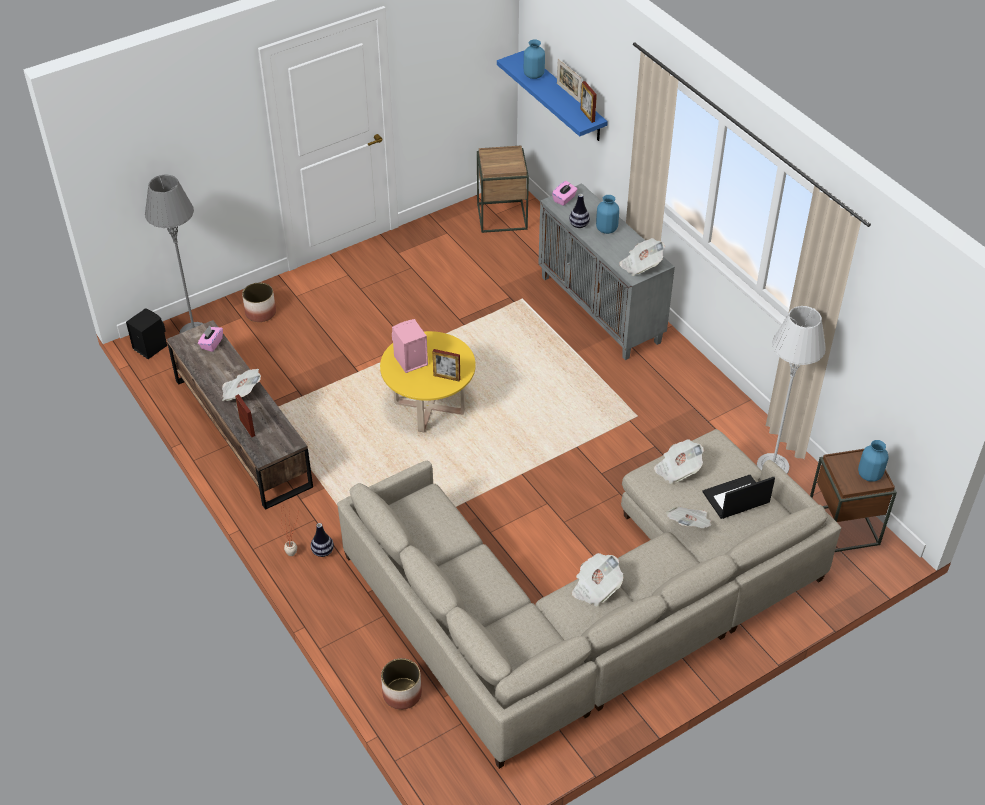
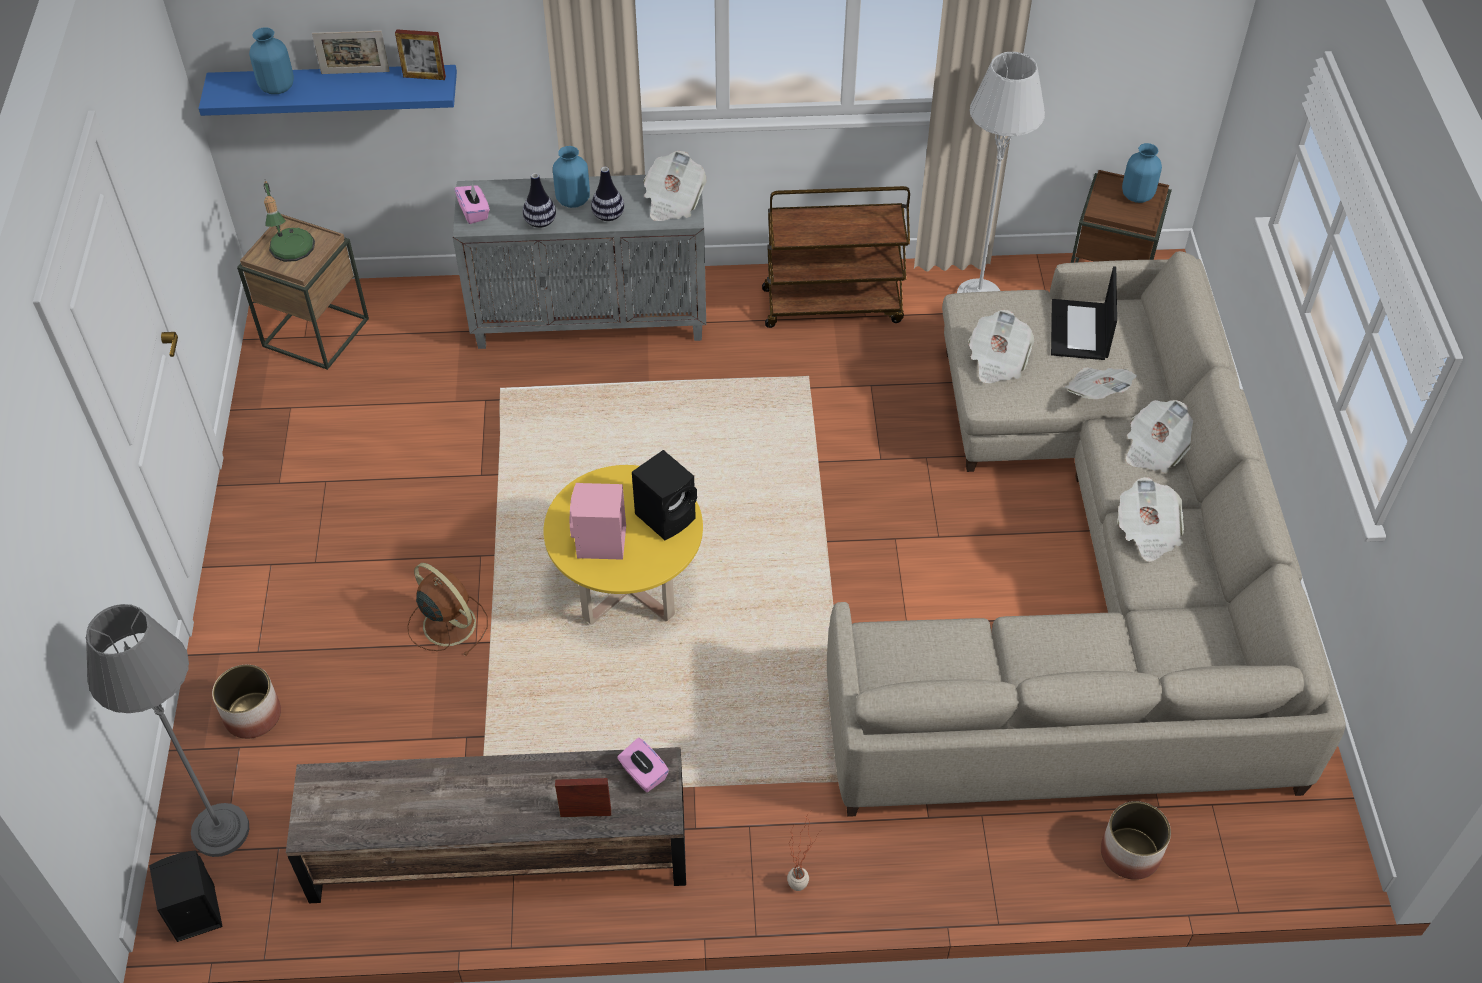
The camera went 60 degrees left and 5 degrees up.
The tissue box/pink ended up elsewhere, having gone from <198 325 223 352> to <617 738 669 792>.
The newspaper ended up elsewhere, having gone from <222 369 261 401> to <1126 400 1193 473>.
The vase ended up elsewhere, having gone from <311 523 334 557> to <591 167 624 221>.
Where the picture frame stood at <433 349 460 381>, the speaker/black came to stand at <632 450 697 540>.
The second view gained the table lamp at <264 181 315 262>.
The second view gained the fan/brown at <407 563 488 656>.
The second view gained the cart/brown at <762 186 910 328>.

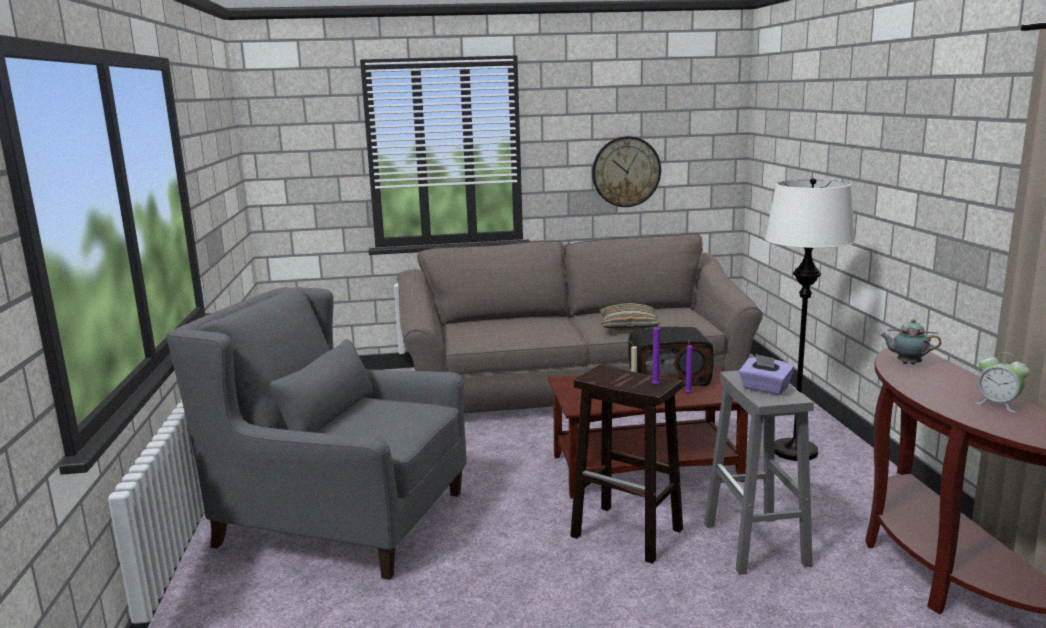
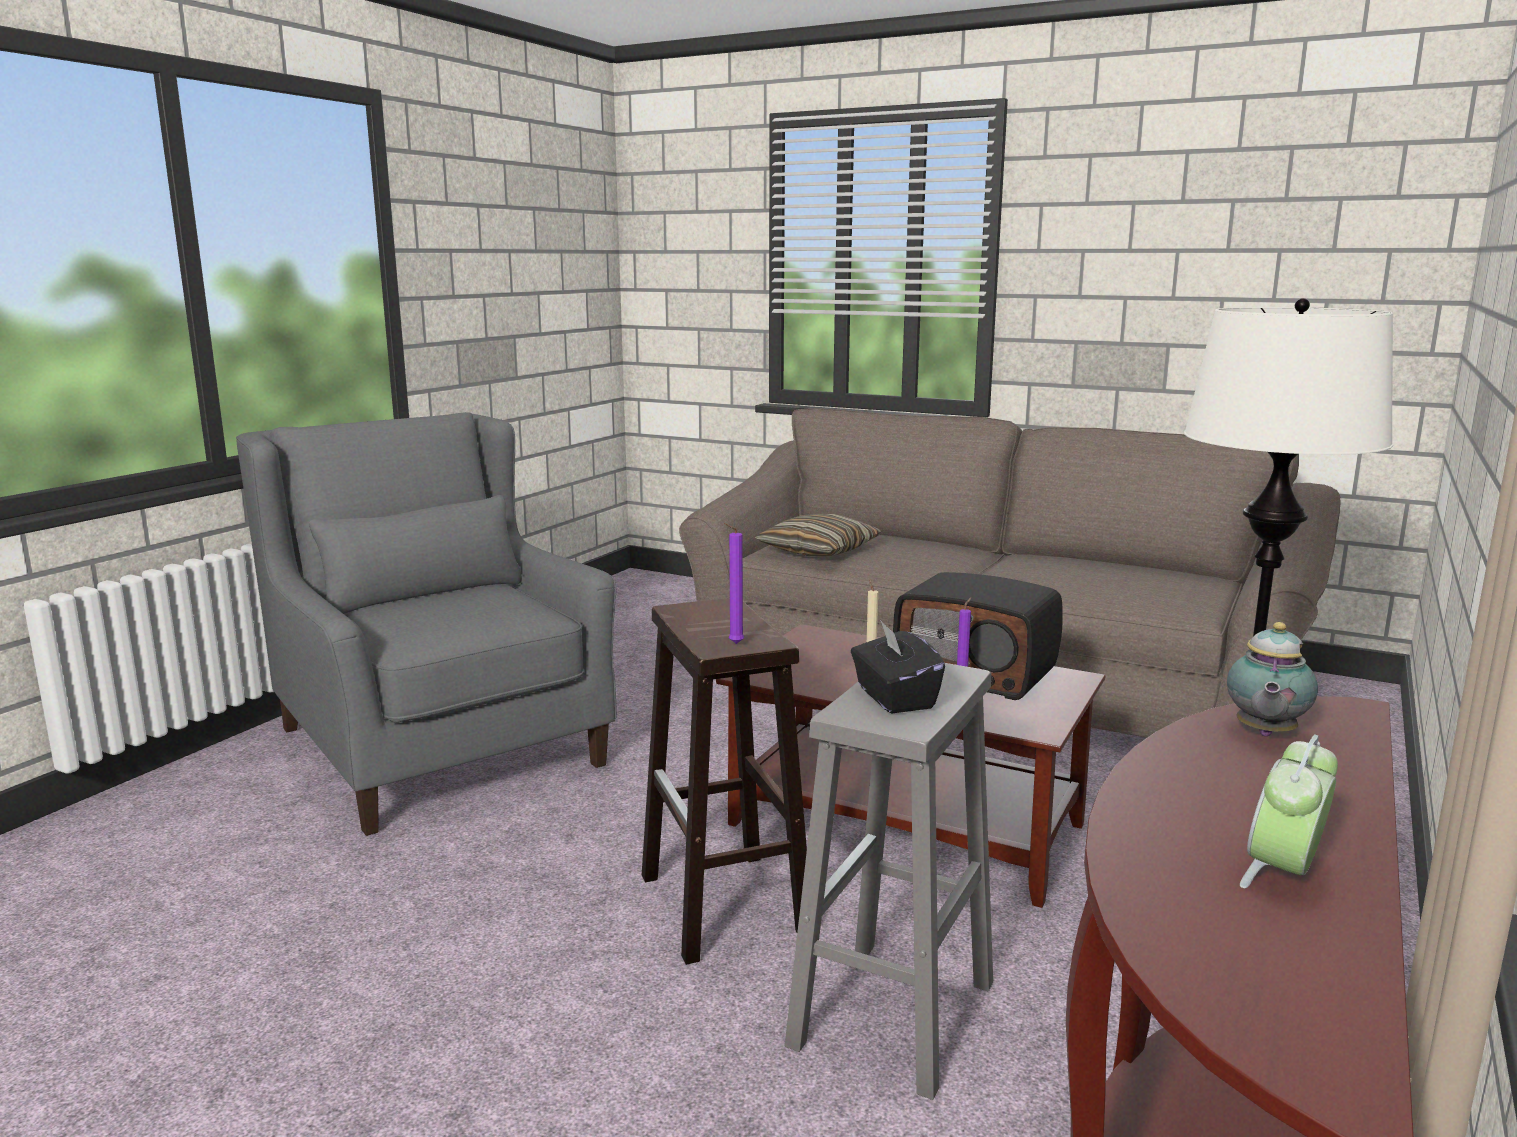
The camera went 35 degrees right and 0 degrees up.
The second view lost the wall clock at <592 136 661 207>.
The pillow ended up elsewhere, having gone from <599 303 660 330> to <755 514 881 556>.
What was the tissue box/purple at <739 354 794 395> turned into the tissue box/black at <851 620 945 714>.
The teapot at <880 319 942 365> ended up facing another way, 120 degrees counterclockwise from before.
The alarm clock at <975 352 1029 413> ended up facing another way, 45 degrees clockwise from before.

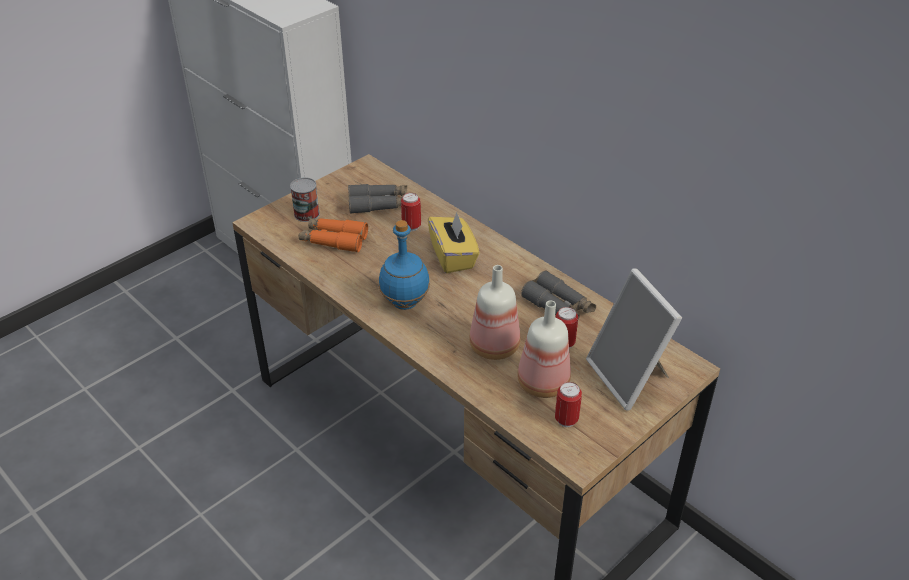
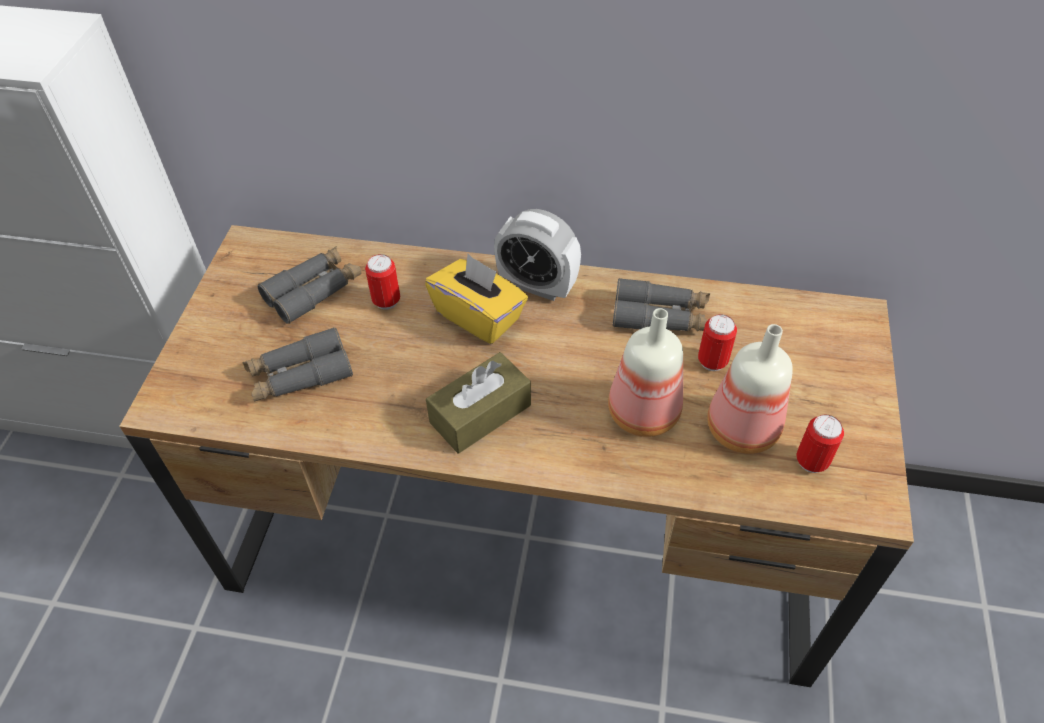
The camera went 35 degrees left and 10 degrees up.
The second view lost the can at <290 177 320 222>.
What was the binoculars/orange at <299 218 368 252> turned into the binoculars/grey at <242 327 353 402>.
Where the bottle/blue stood at <379 220 430 310>, the tissue box/brown came to stand at <426 352 531 453>.
The second view lost the picture frame at <586 268 682 411>.
The second view gained the alarm clock at <494 209 581 301>.

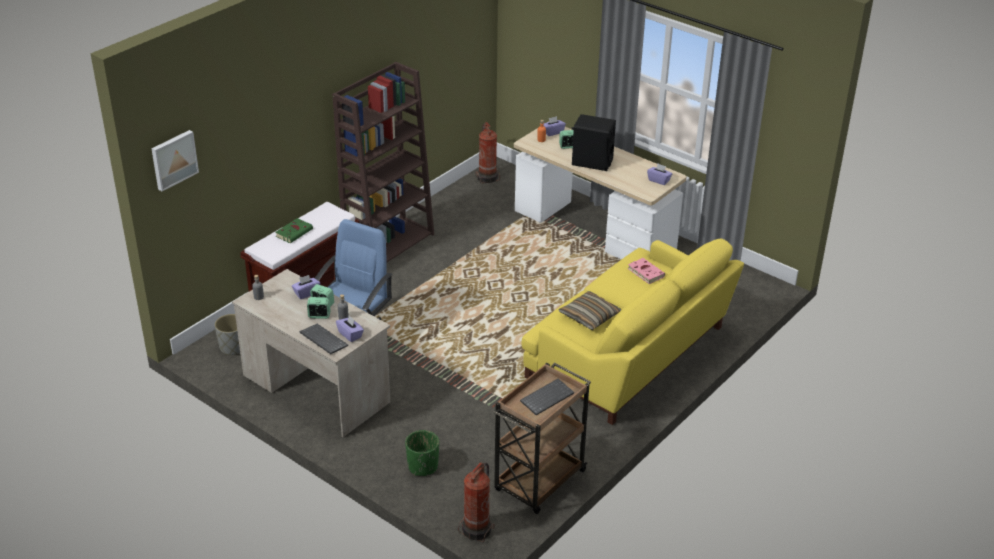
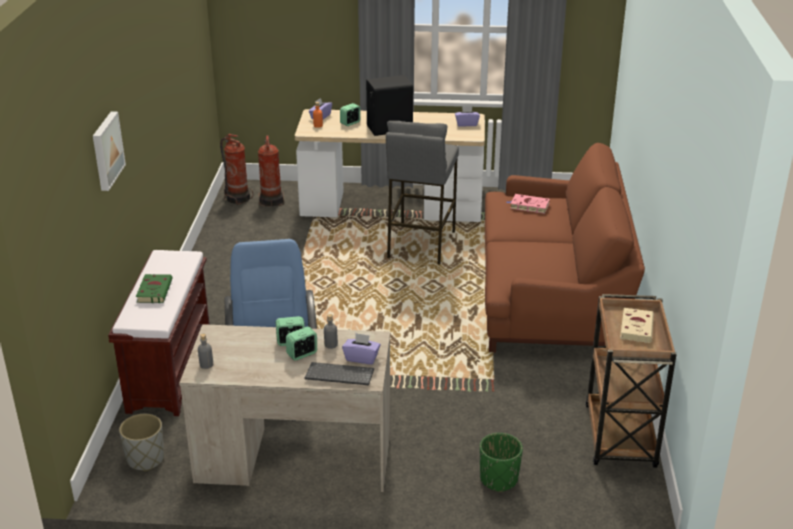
The camera went 35 degrees left and 5 degrees down.
The picture ended up elsewhere, having gone from <151 130 199 191> to <93 111 126 191>.
The second view lost the tissue box/purple at <292 275 320 299>.
The second view lost the bookcase/brown at <332 62 434 262>.
The fire extinguisher ended up elsewhere, having gone from <458 462 495 542> to <258 136 284 206>.
Where the keyboard stood at <520 379 574 415>, the book/beige came to stand at <620 308 654 343>.
What was the sofa/yellow at <522 239 744 425> turned into the sofa/brown at <485 143 645 353>.
The second view lost the pillow at <559 291 621 330>.
The second view gained the stool/grey at <386 121 459 265>.

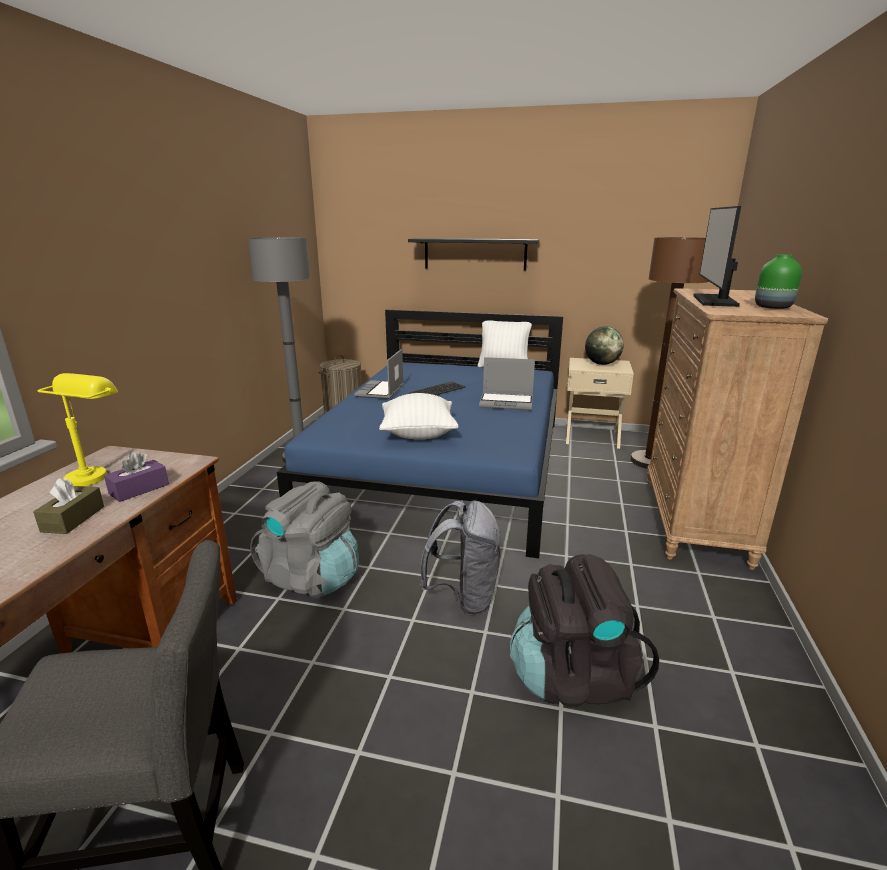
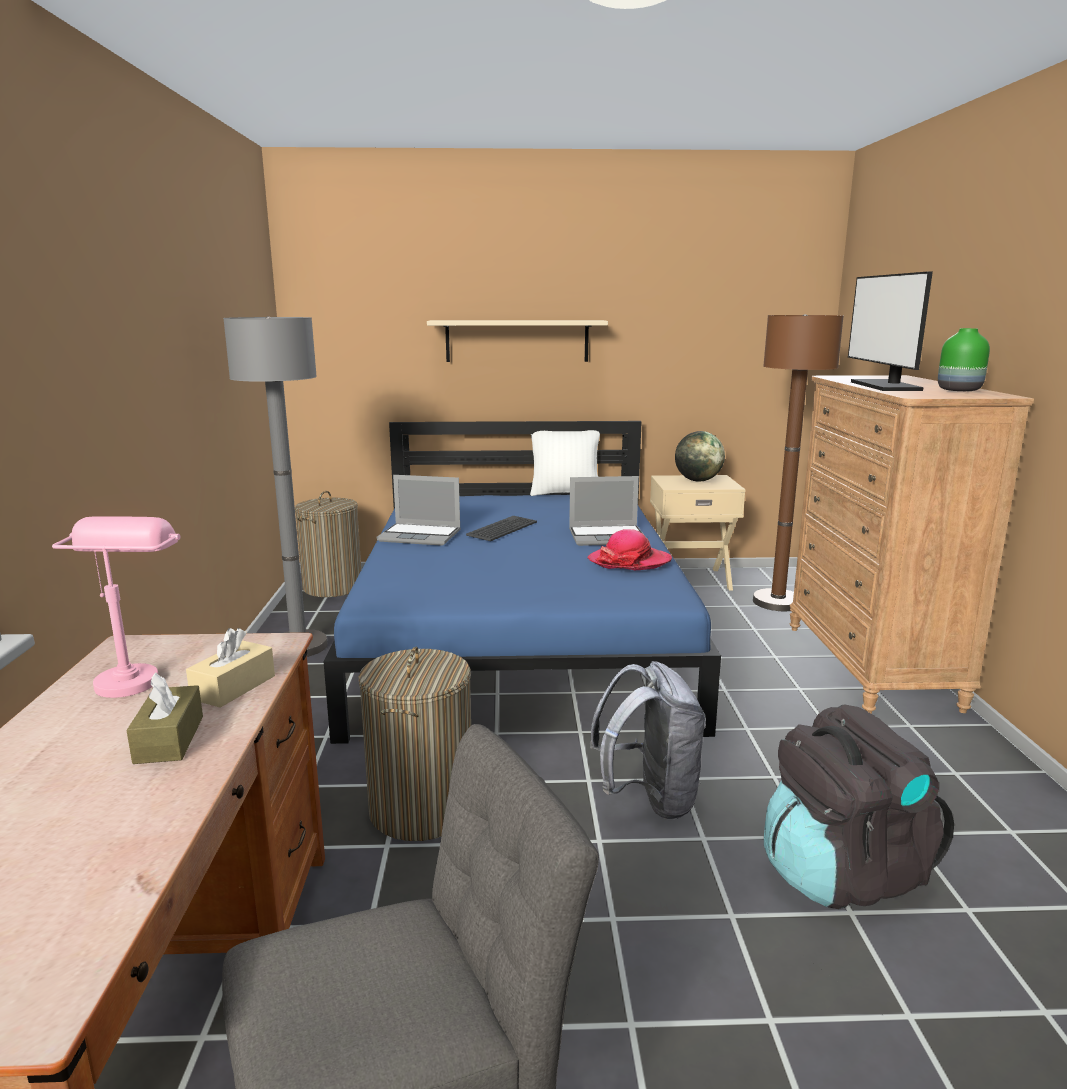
The camera went 15 degrees left and 5 degrees down.
What was the table lamp/yellow at <38 373 118 486> turned into the table lamp/pink at <52 516 180 698>.
What was the tissue box/purple at <104 452 169 502> turned into the tissue box/beige at <186 628 275 708>.
Where the backpack/grey stood at <250 481 359 598>, the laundry basket came to stand at <358 647 471 841>.
The laptop at <354 349 404 399> ended up facing another way, 75 degrees counterclockwise from before.
The second view lost the pillow/white at <379 393 459 439>.
What was the shelf/black at <408 238 539 270> turned into the shelf/beige at <427 320 608 362>.
The second view gained the hat at <588 529 672 570>.

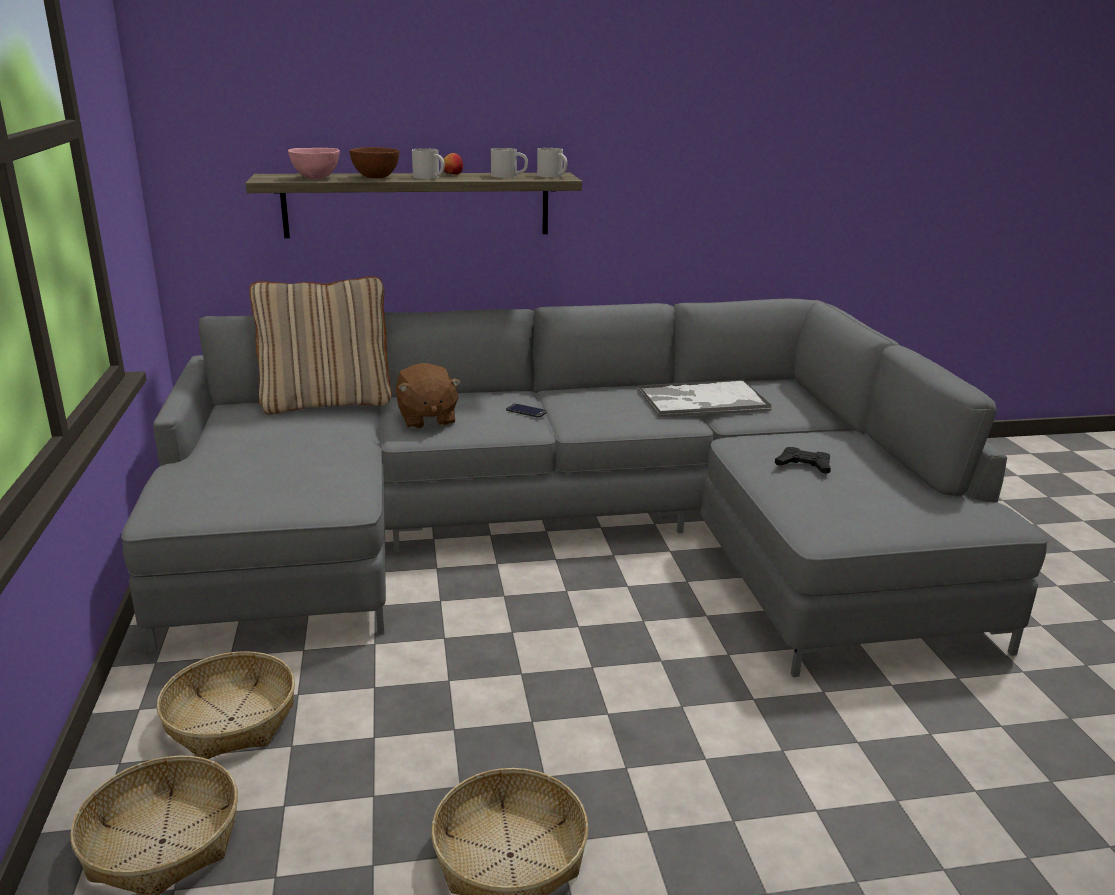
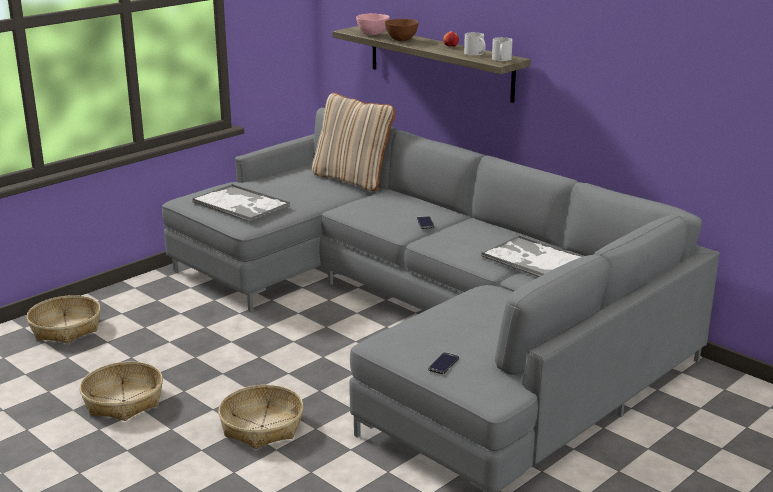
The camera went 55 degrees right and 0 degrees up.
The basket ended up elsewhere, having gone from <157 651 295 759> to <218 385 304 449>.
The second view lost the plush toy/brown at <396 363 461 429>.
The second view lost the mug/white at <412 148 445 179>.
The second view lost the game controller/black at <775 447 831 474>.
The second view gained the tray at <192 184 290 222>.
The second view gained the phone at <428 352 459 374>.

